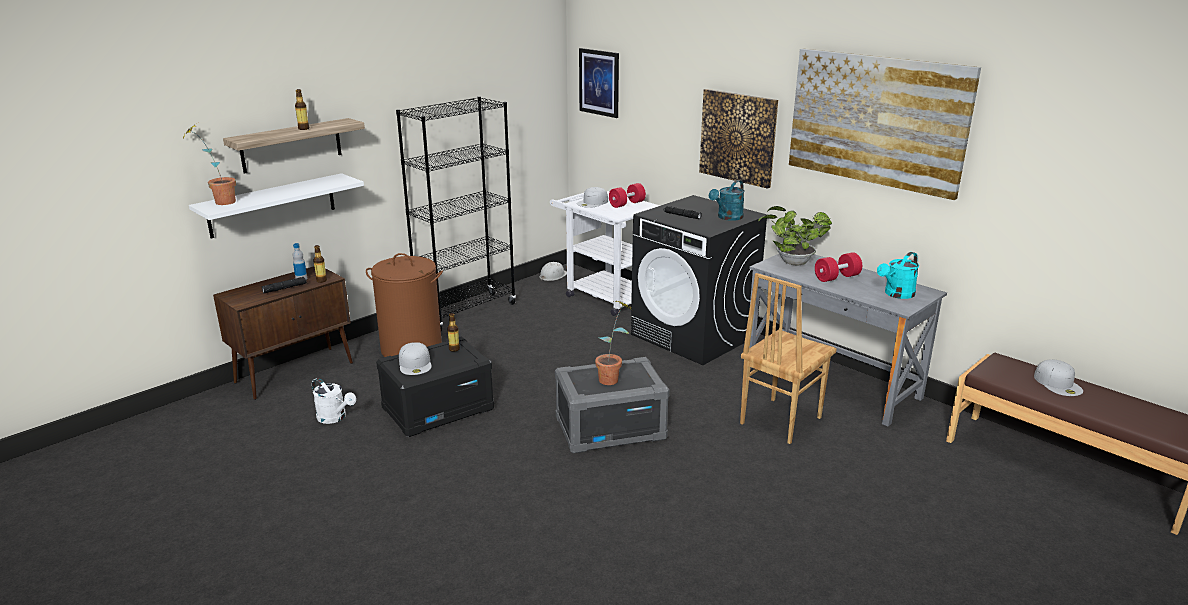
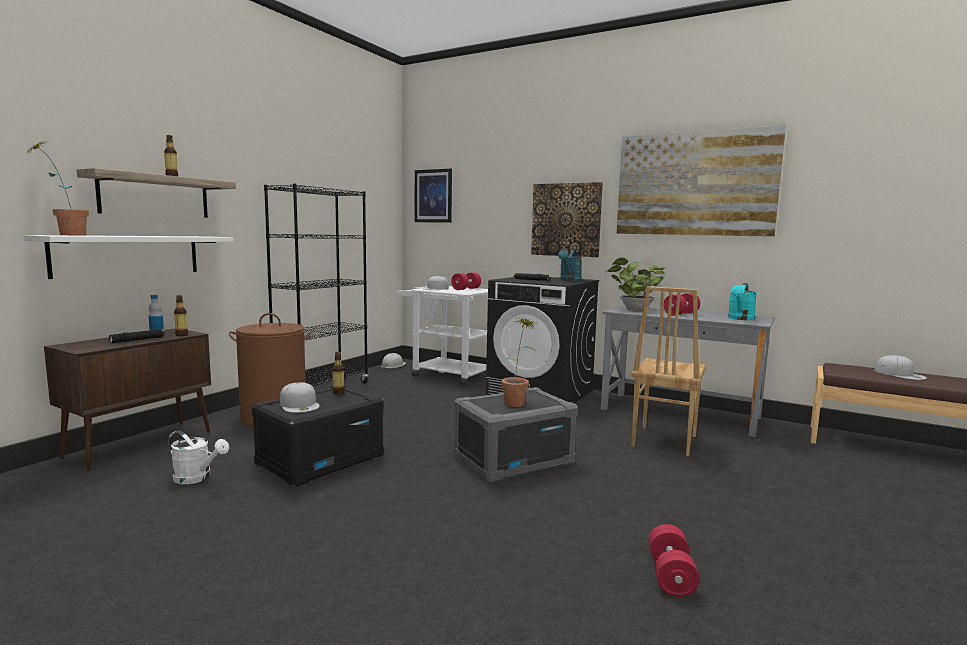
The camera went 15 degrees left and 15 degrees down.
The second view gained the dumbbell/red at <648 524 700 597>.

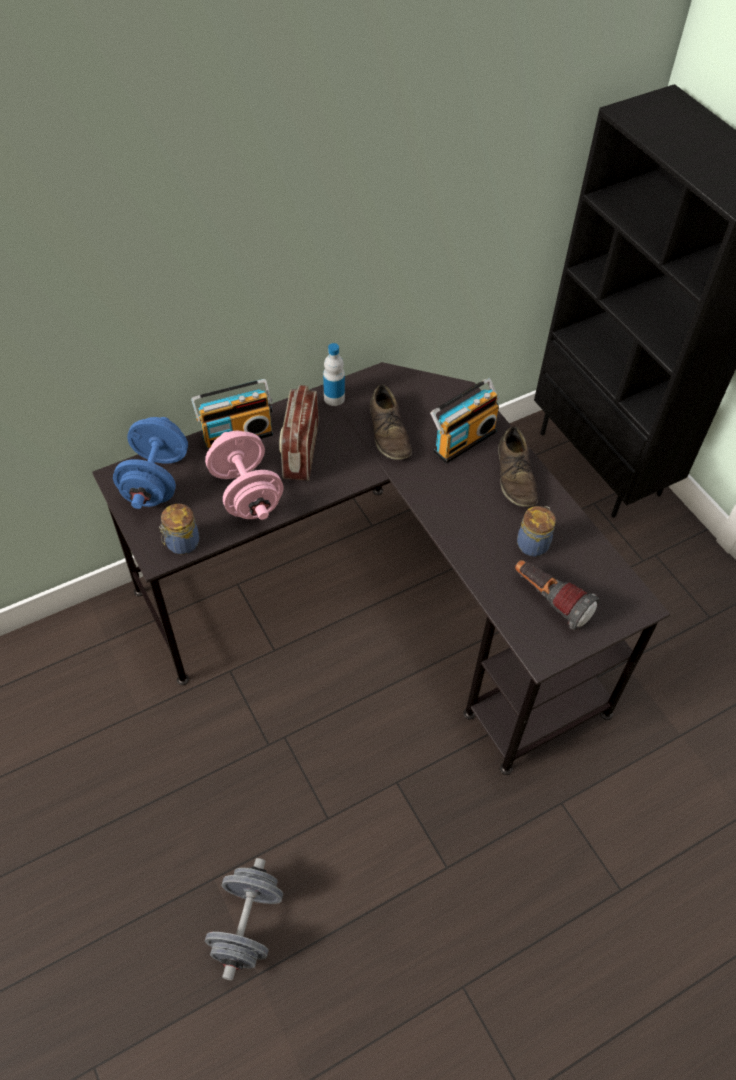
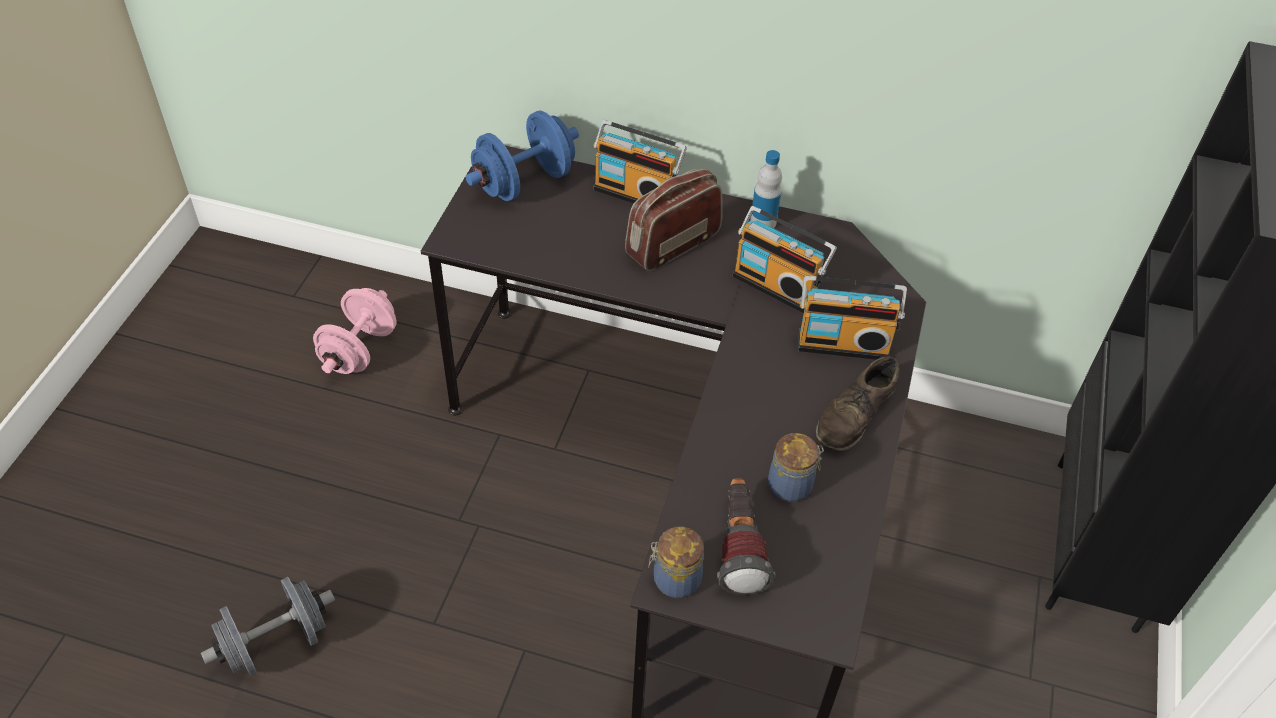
The camera went 45 degrees right and 5 degrees down.
The jar ended up elsewhere, having gone from <159 504 199 554> to <648 527 704 598>.
The dumbbell/pink ended up elsewhere, having gone from <205 431 284 520> to <313 288 397 374>.
Where the shoe/brown stood at <370 384 412 460>, the radio came to stand at <732 206 837 313>.

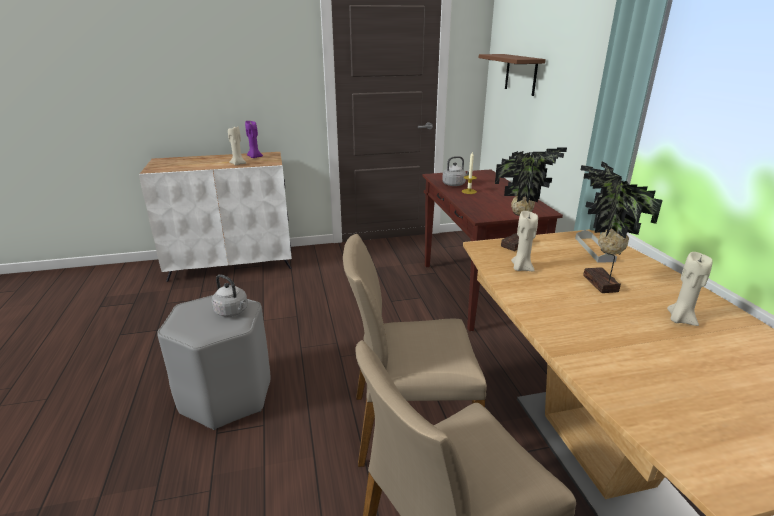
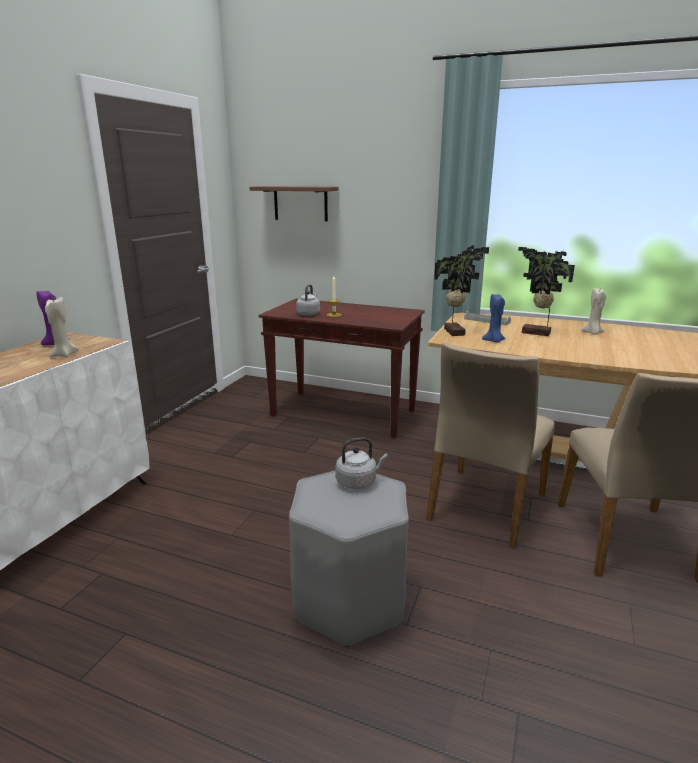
The camera went 55 degrees left and 5 degrees down.
What was the candle/beige at <511 211 538 271> turned into the candle/blue at <482 294 505 343>.

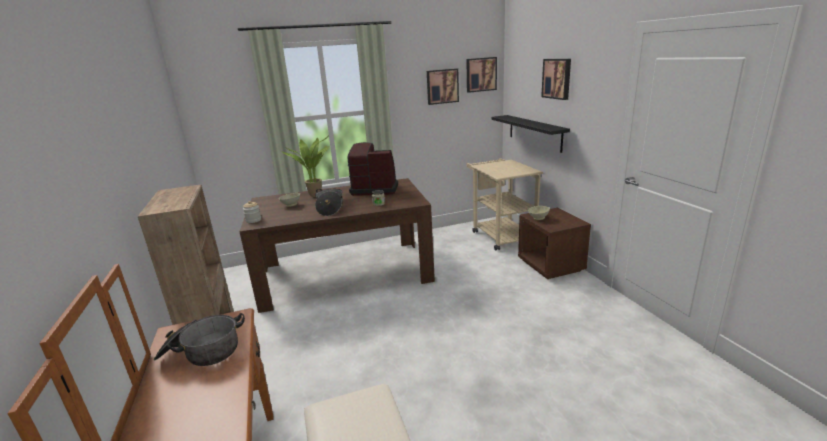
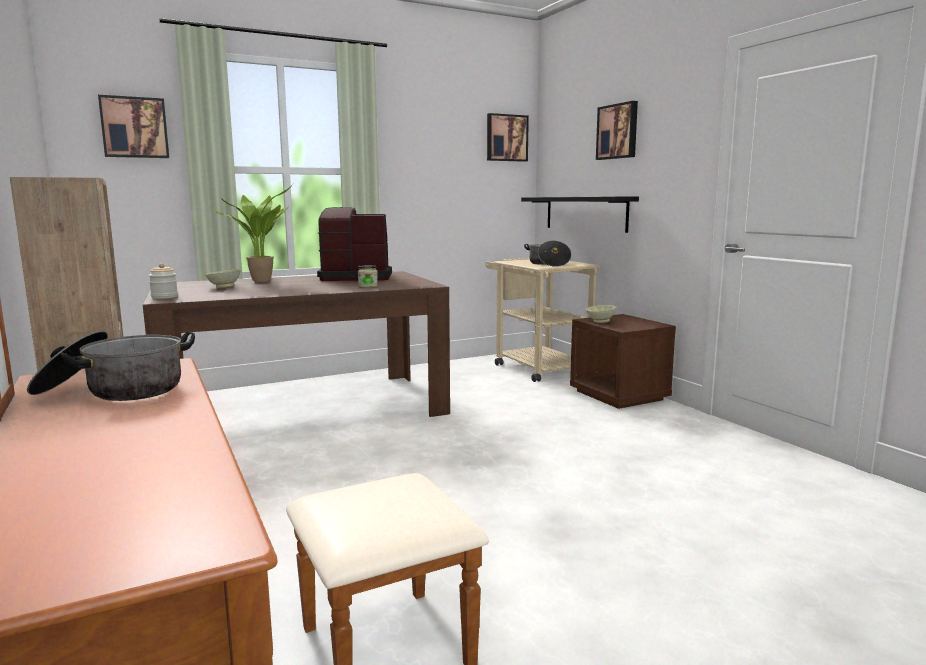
The camera went 10 degrees left and 10 degrees down.
The cooking pot ended up elsewhere, having gone from <315 189 343 216> to <524 240 571 267>.
The picture ended up elsewhere, having gone from <427 69 459 105> to <98 95 169 158>.

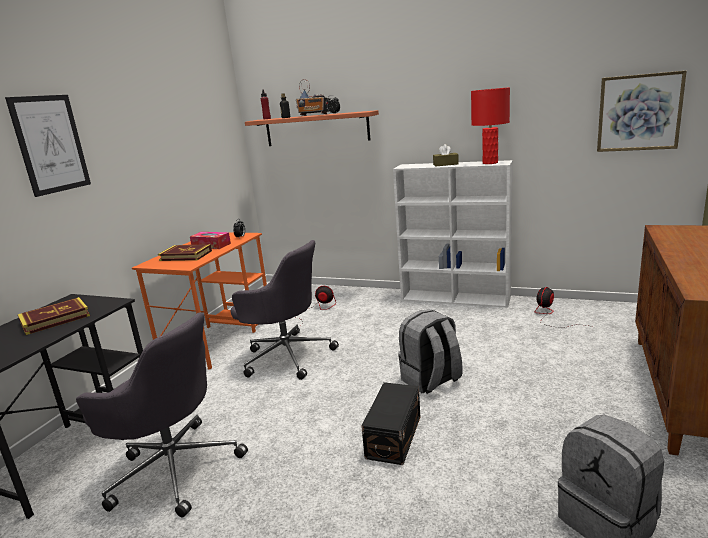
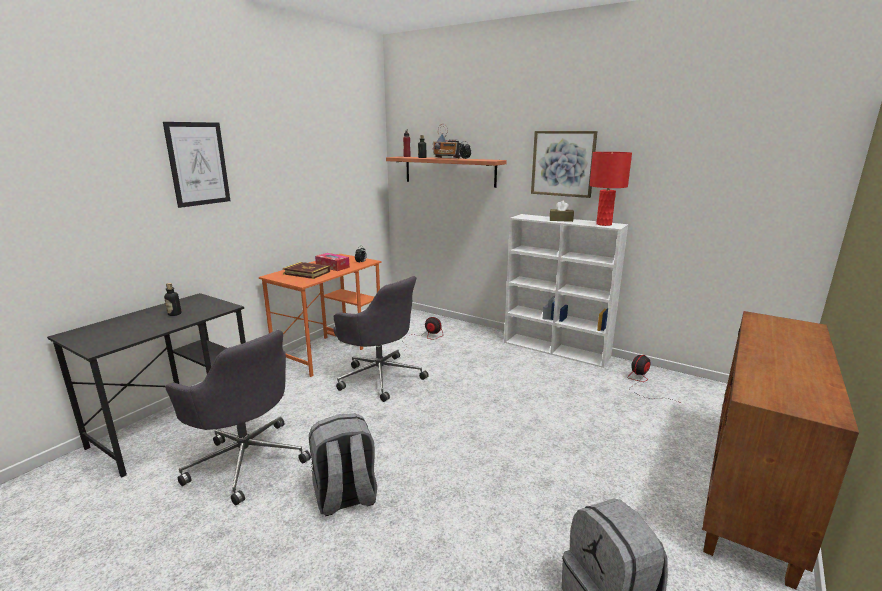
The camera went 10 degrees right and 0 degrees up.
Where the book stood at <18 297 90 335>, the bottle came to stand at <164 283 182 316>.
The second view lost the storage box/black at <361 382 420 465>.
The backpack/grey ended up elsewhere, having gone from <398 309 463 394> to <309 414 377 516>.
The picture ended up elsewhere, having gone from <597 71 687 152> to <531 131 598 198>.

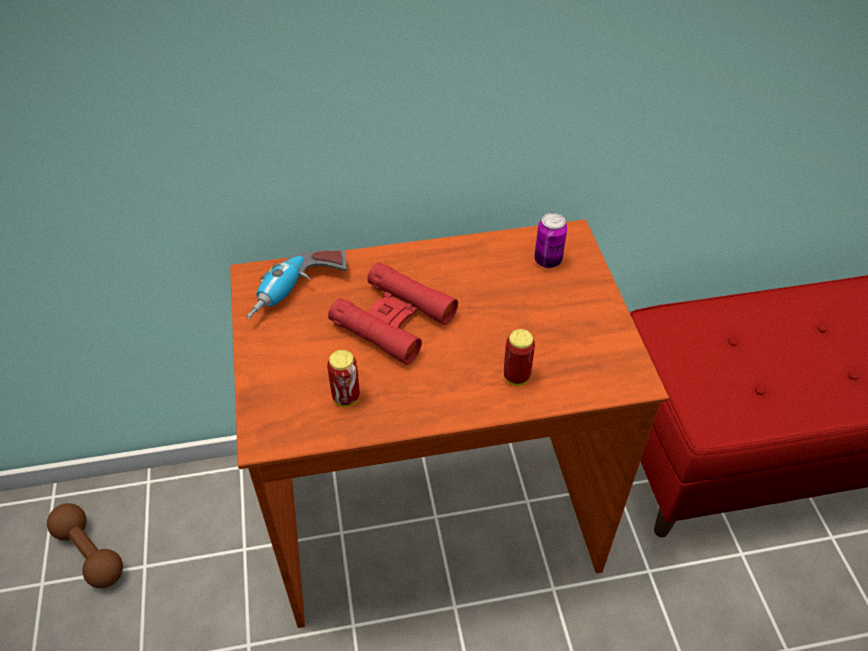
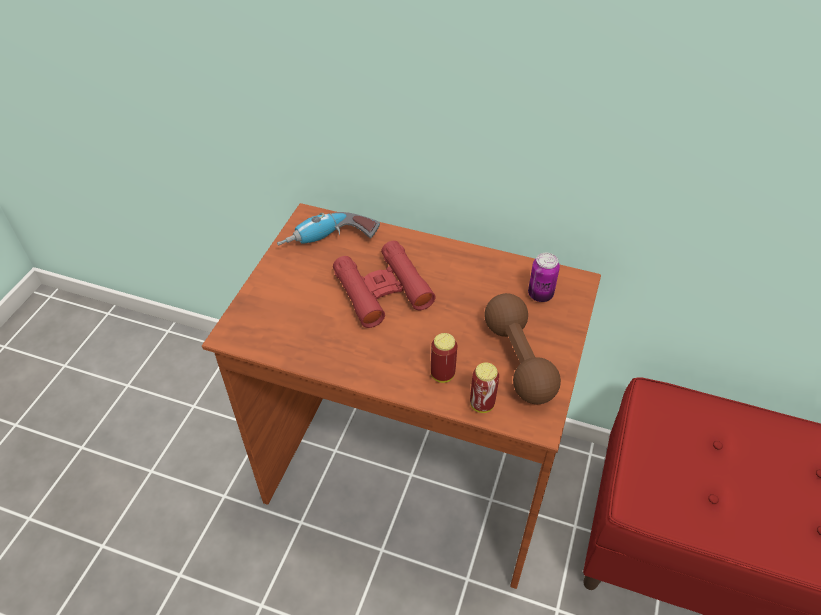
The camera went 30 degrees right and 0 degrees up.
The dumbbell/brown ended up elsewhere, having gone from <47 503 123 588> to <484 293 561 404>.
The can ended up elsewhere, having gone from <327 350 360 407> to <470 362 499 413>.

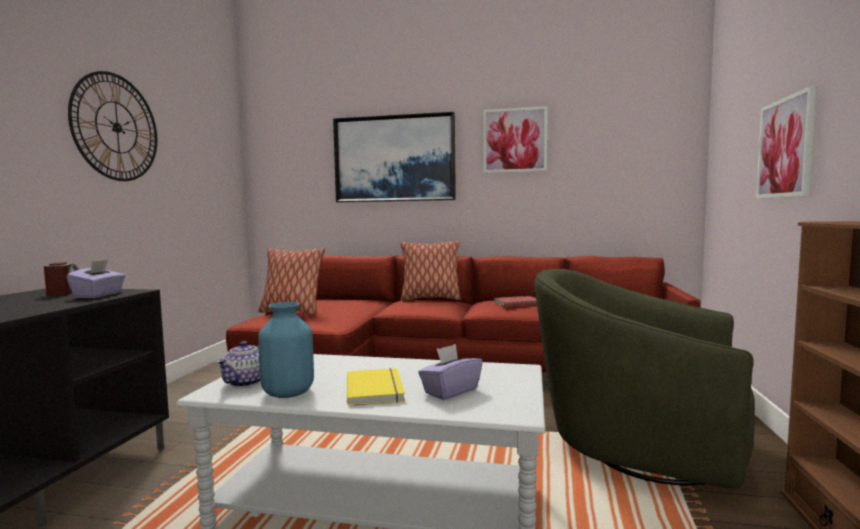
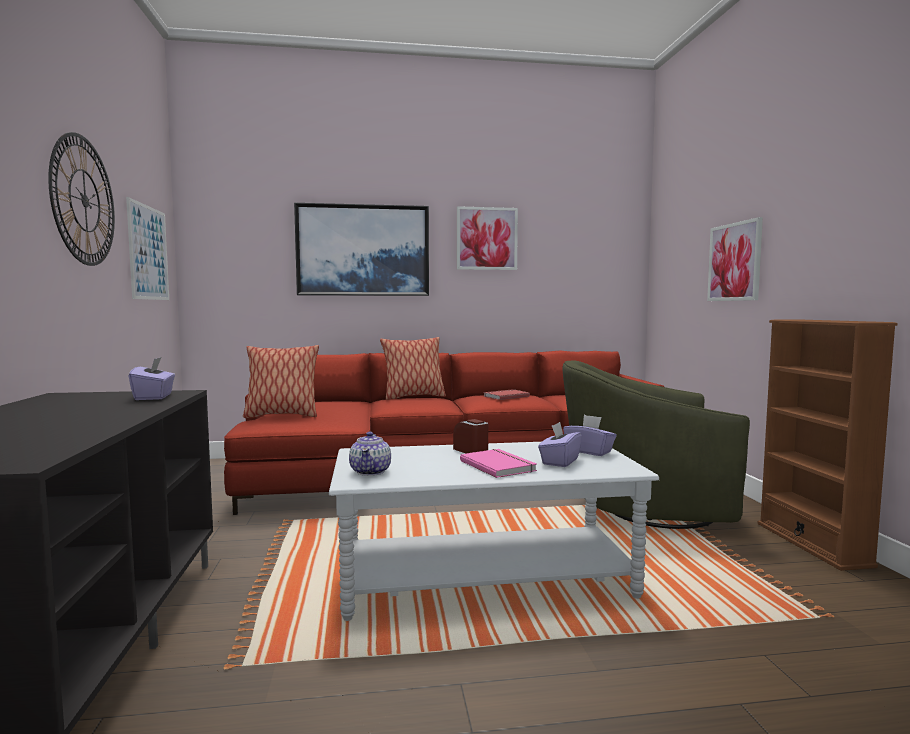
The camera went 20 degrees left and 0 degrees up.
The alarm clock ended up elsewhere, having gone from <44 262 79 296> to <453 419 488 453>.
The second view lost the vase/blue at <258 302 314 398>.
What was the book/yellow at <347 368 405 406> turned into the book/pink at <460 449 537 478>.
The second view gained the picture at <126 197 169 300>.
The second view gained the tissue box/purple at <563 415 617 456>.

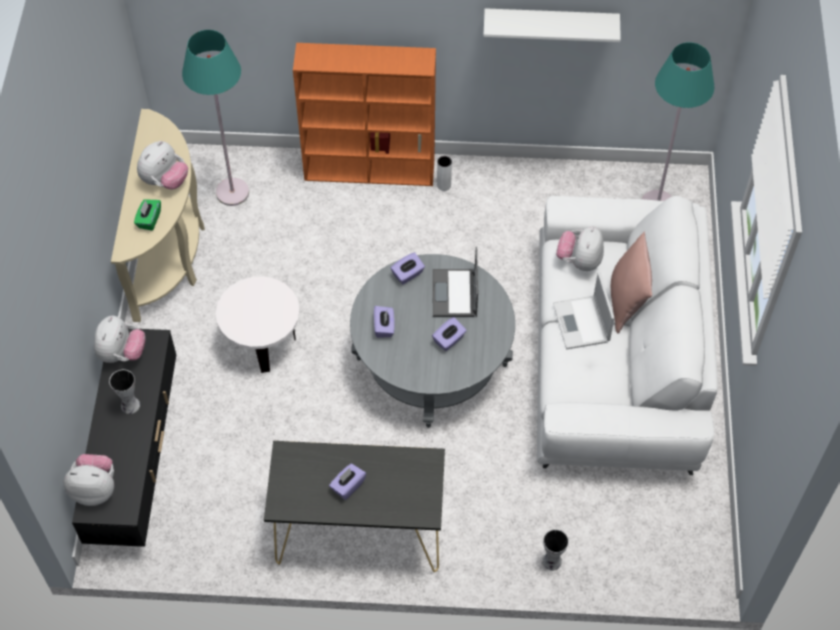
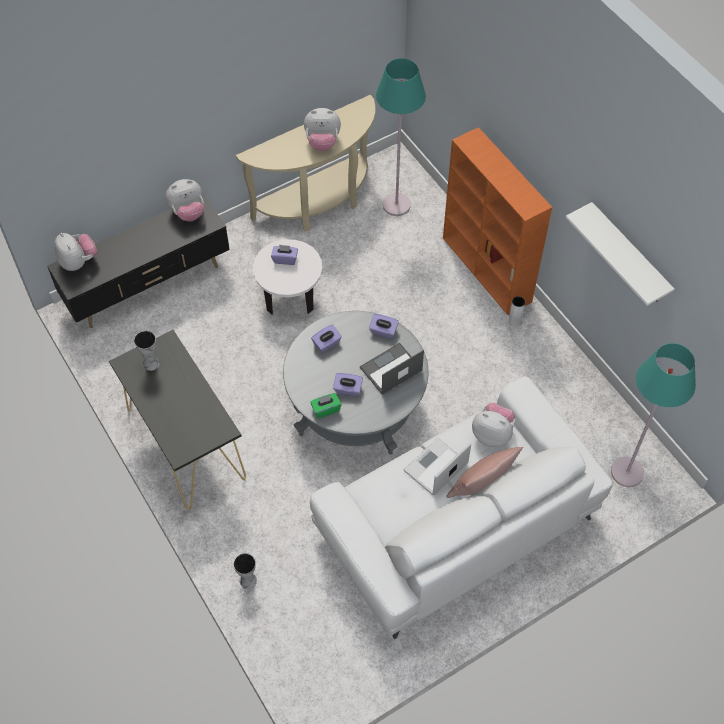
The camera went 55 degrees right and 0 degrees up.
The vase ended up elsewhere, having gone from <109 369 140 414> to <134 330 160 371>.
The tissue box/green ended up elsewhere, having gone from <134 199 161 231> to <310 393 342 418>.
The tissue box/purple ended up elsewhere, having gone from <329 463 366 500> to <271 244 298 265>.
The plush toy at <556 226 604 271> ended up facing another way, 45 degrees clockwise from before.

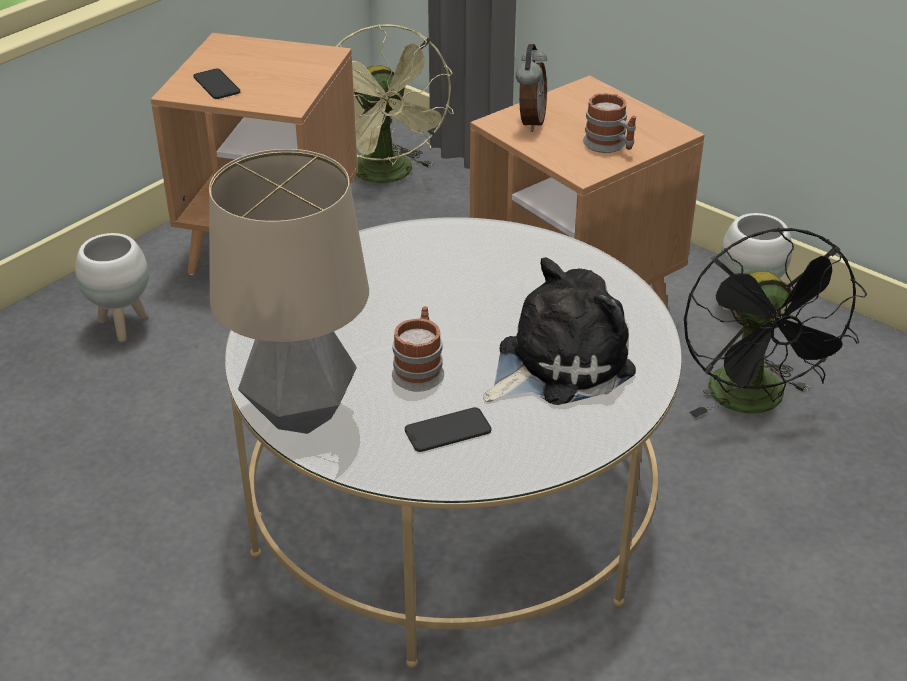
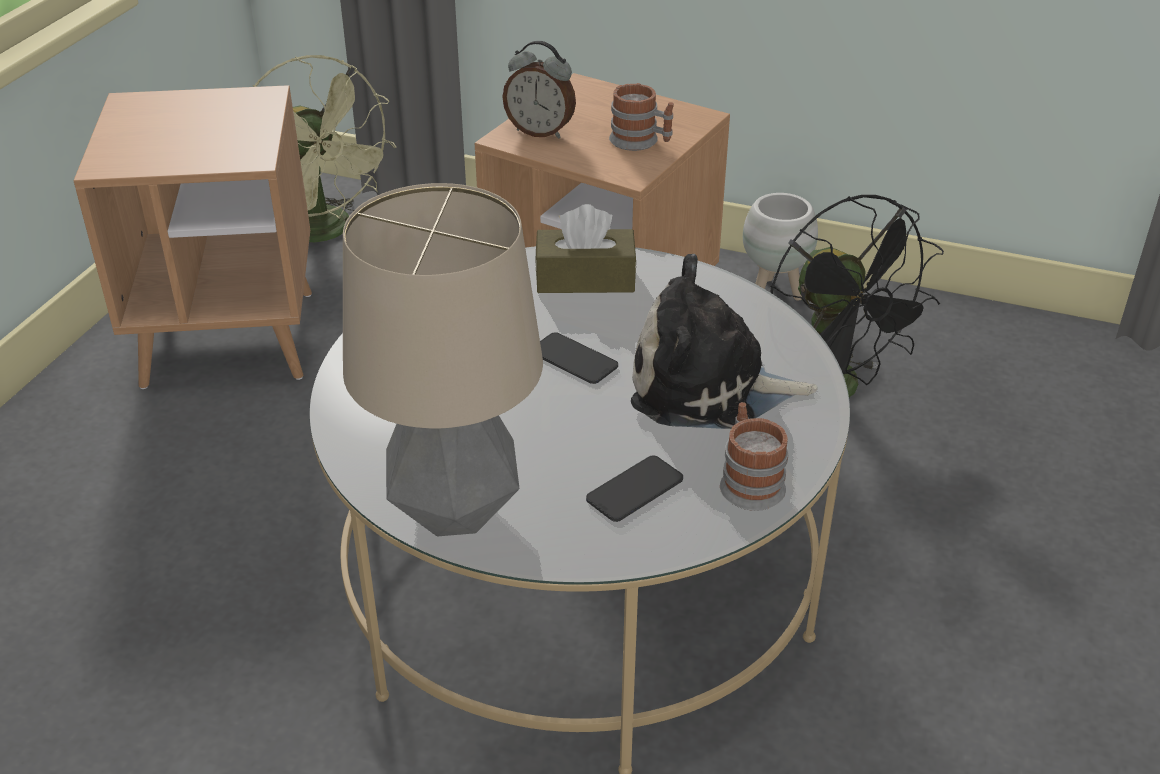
The camera went 20 degrees left and 0 degrees up.
The second view lost the planter/white at <75 233 149 342>.
The phone ended up elsewhere, having gone from <193 69 240 99> to <540 332 618 384>.
The mug ended up elsewhere, having gone from <392 306 444 392> to <720 402 789 511>.
The plush toy at <483 257 636 405> ended up facing another way, 120 degrees counterclockwise from before.
The alarm clock at <516 44 547 132> ended up facing another way, 120 degrees clockwise from before.
The second view gained the tissue box/brown at <535 204 637 293>.

